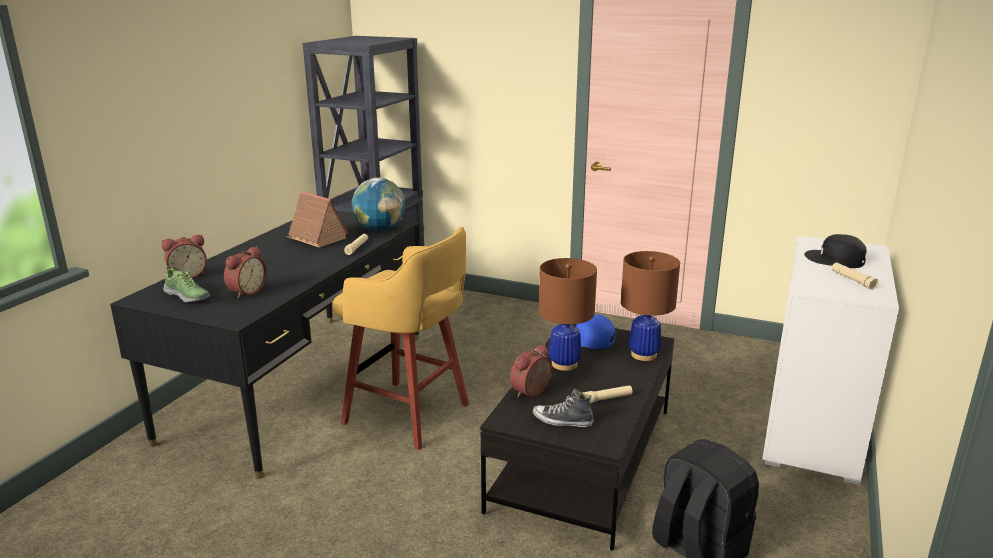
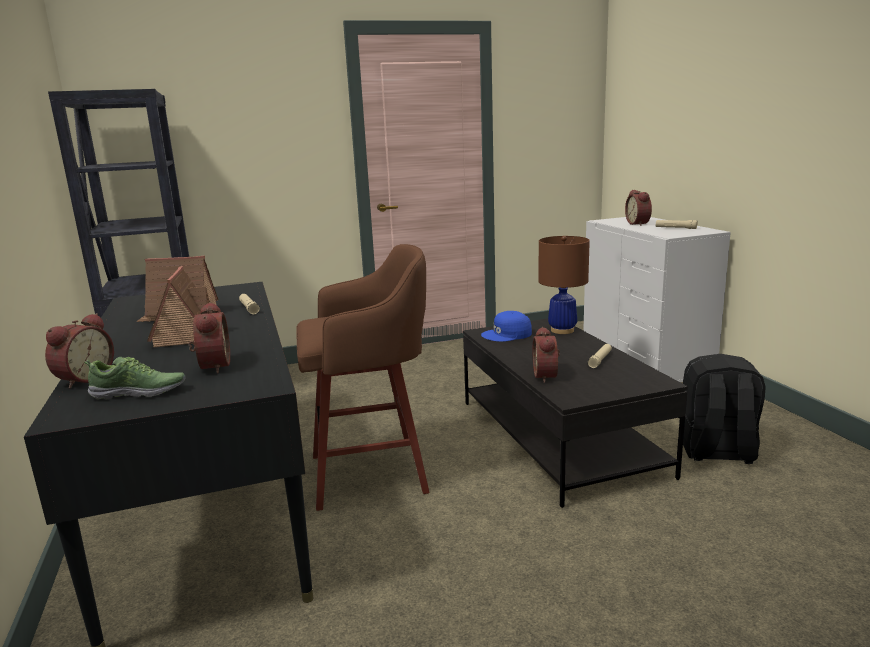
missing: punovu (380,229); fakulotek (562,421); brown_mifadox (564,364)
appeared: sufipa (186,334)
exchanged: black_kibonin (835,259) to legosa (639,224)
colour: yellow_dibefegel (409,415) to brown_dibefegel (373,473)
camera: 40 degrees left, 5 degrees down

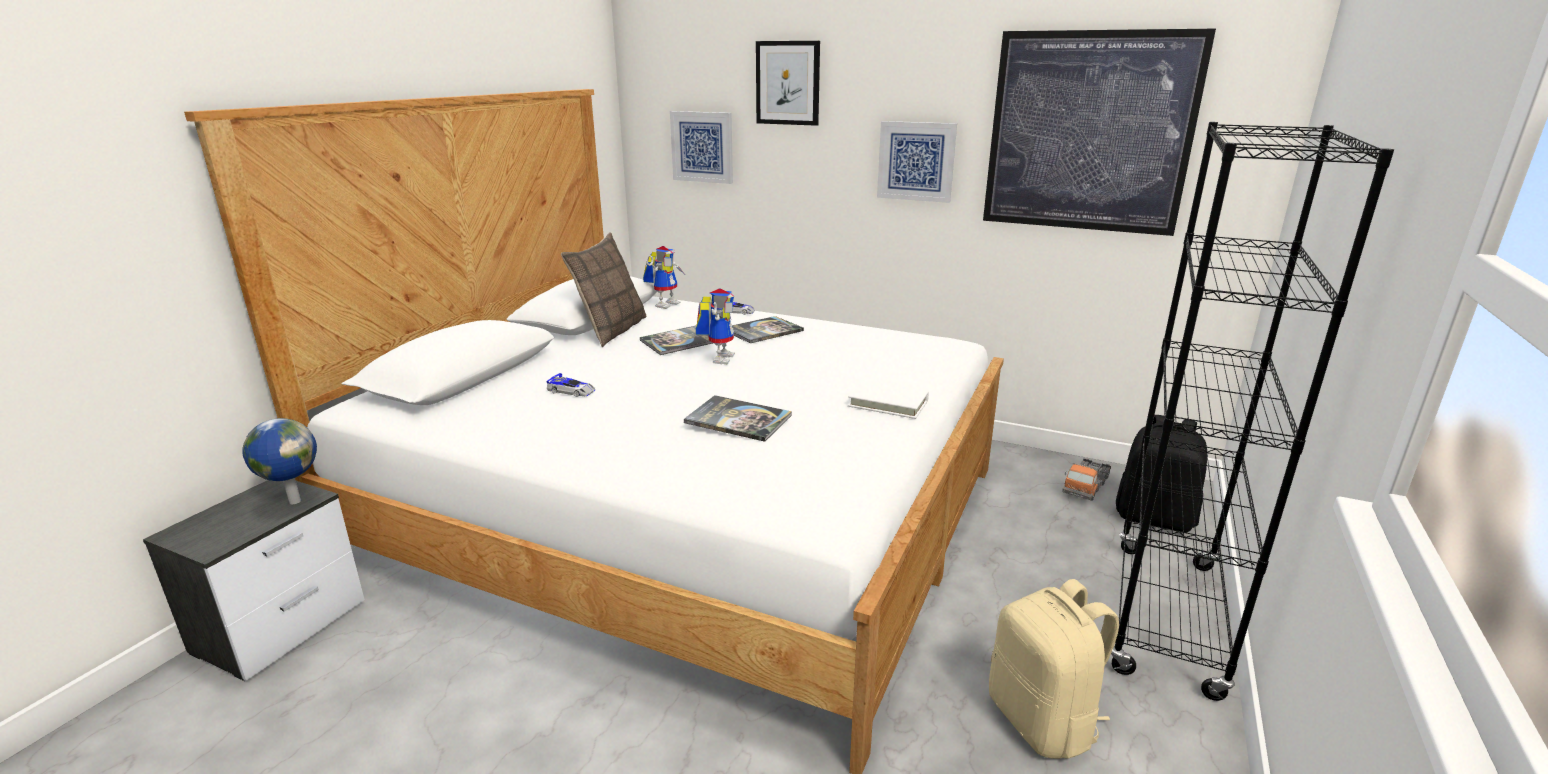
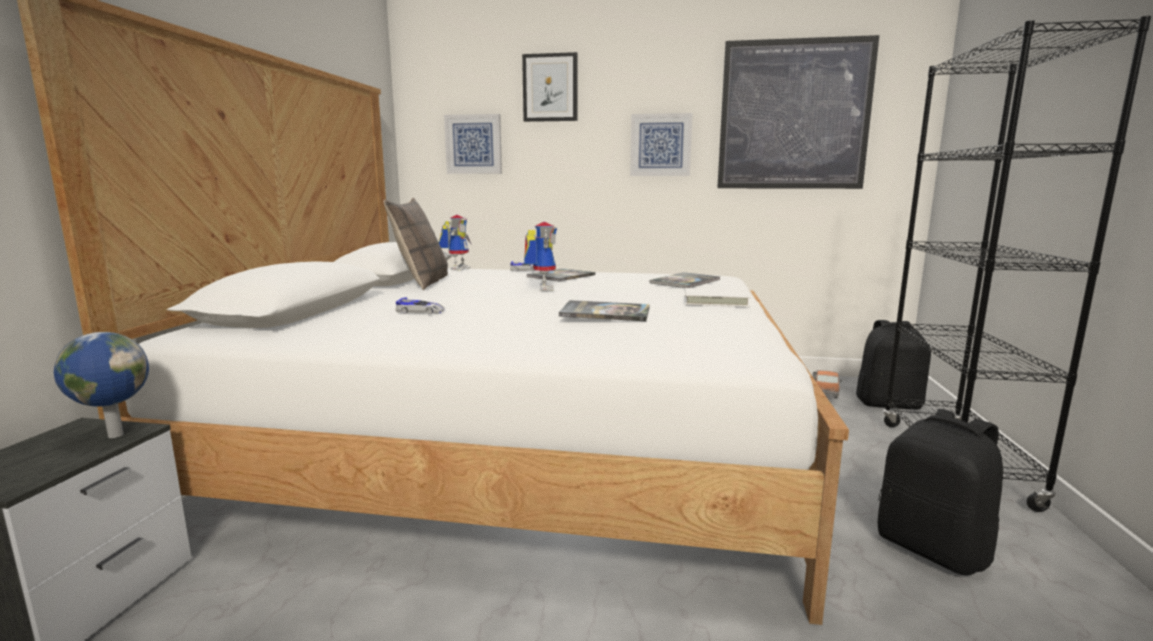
relocated: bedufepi (681,341) to (685,281)
colour: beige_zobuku (1043,721) to black_zobuku (933,549)
camera: 15 degrees left, 10 degrees down

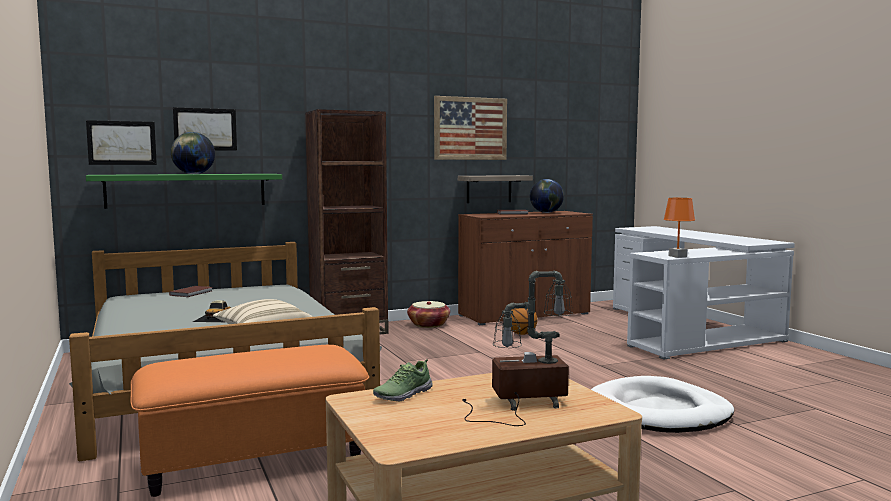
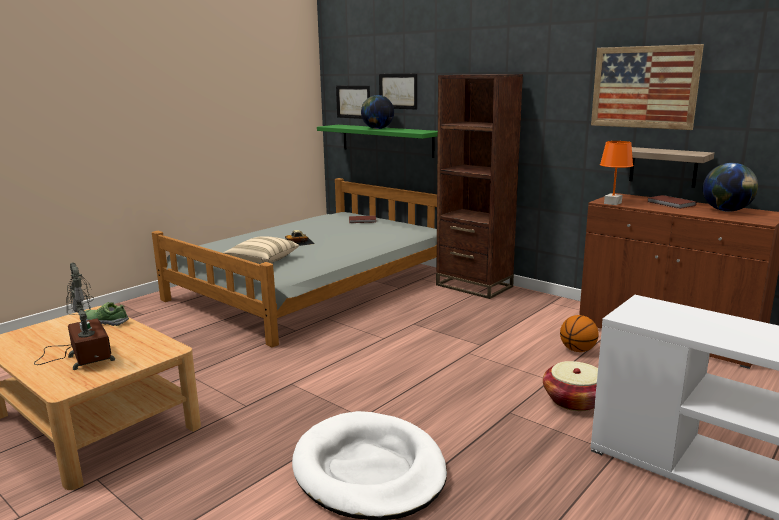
missing: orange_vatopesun (254,459)
relocated: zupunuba (428,324) to (574,400); orange_mifadox (677,256) to (612,203)
camera: 65 degrees right, 10 degrees up

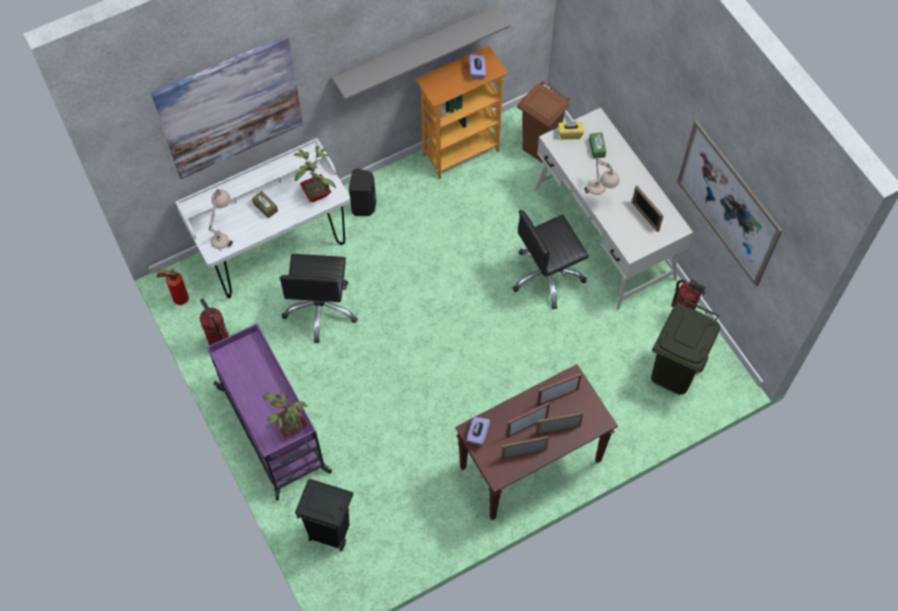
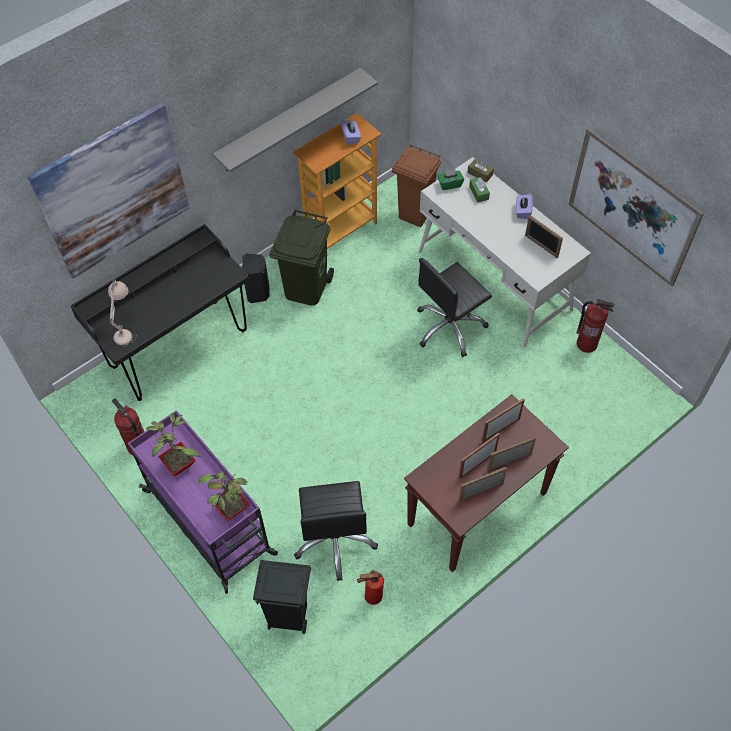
missing: beige_mifadox (599,195)
relocated: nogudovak (317,193) to (180,464); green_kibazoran (673,371) to (305,287); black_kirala (321,309) to (335,540); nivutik (178,299) to (370,597); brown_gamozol (265,207) to (480,174); purple_gamozol (478,434) to (522,211)
colour: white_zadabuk (275,251) to black_zadabuk (178,349); yellow_gamozol (570,134) to green_gamozol (450,184)
camera: 10 degrees left, 5 degrees down

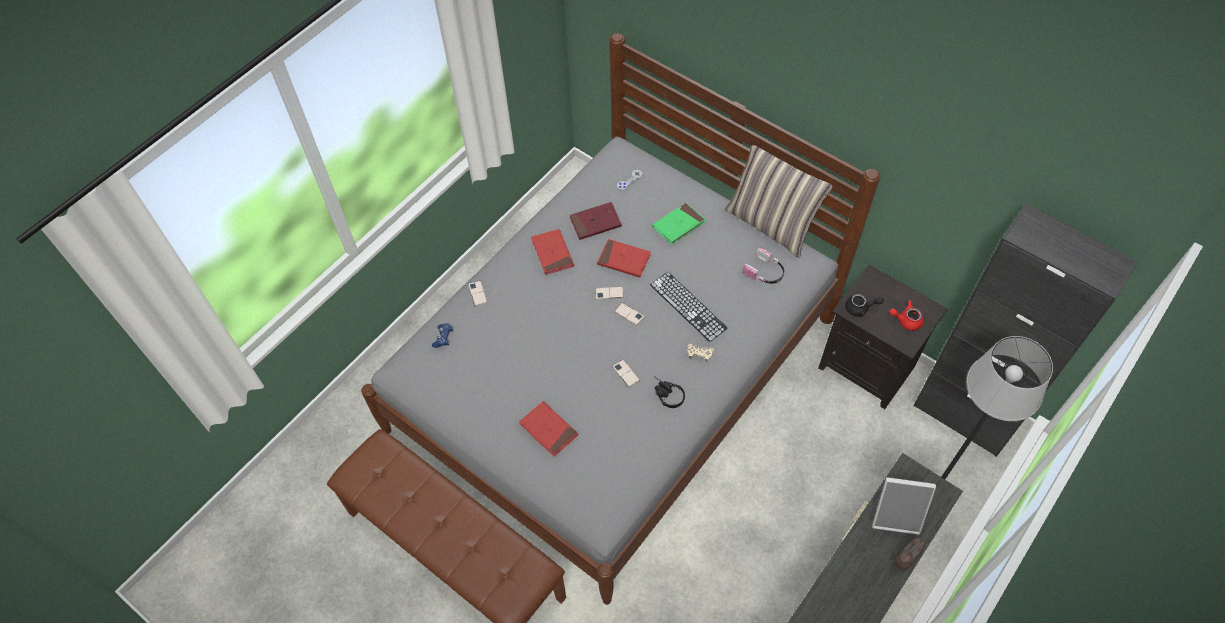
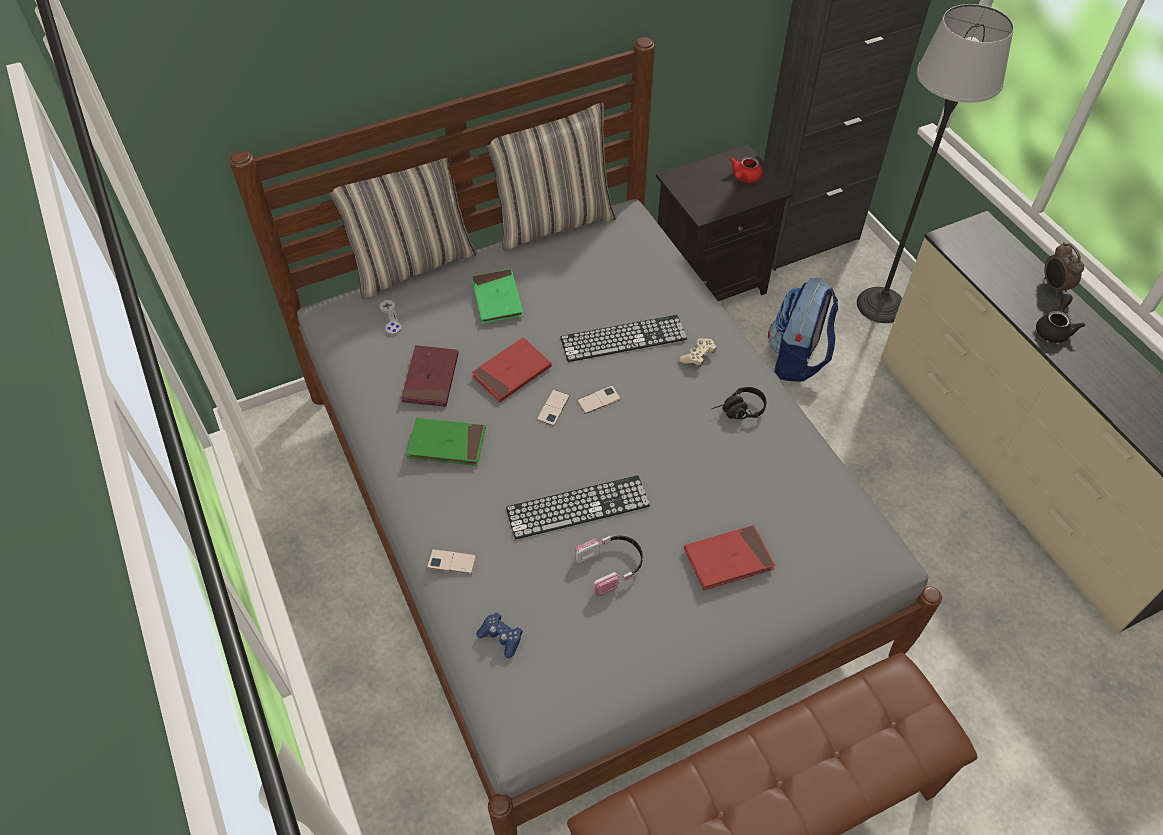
missing: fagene (625,373); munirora (896,515)
appeared: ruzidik (412,263); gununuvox (578,507); zobuku (797,359)
relocated: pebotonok (765,272) to (612,566); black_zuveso (860,308) to (1054,328)
colour: red_bedufepi (552,253) to green_bedufepi (447,444)
camera: 65 degrees left, 5 degrees down

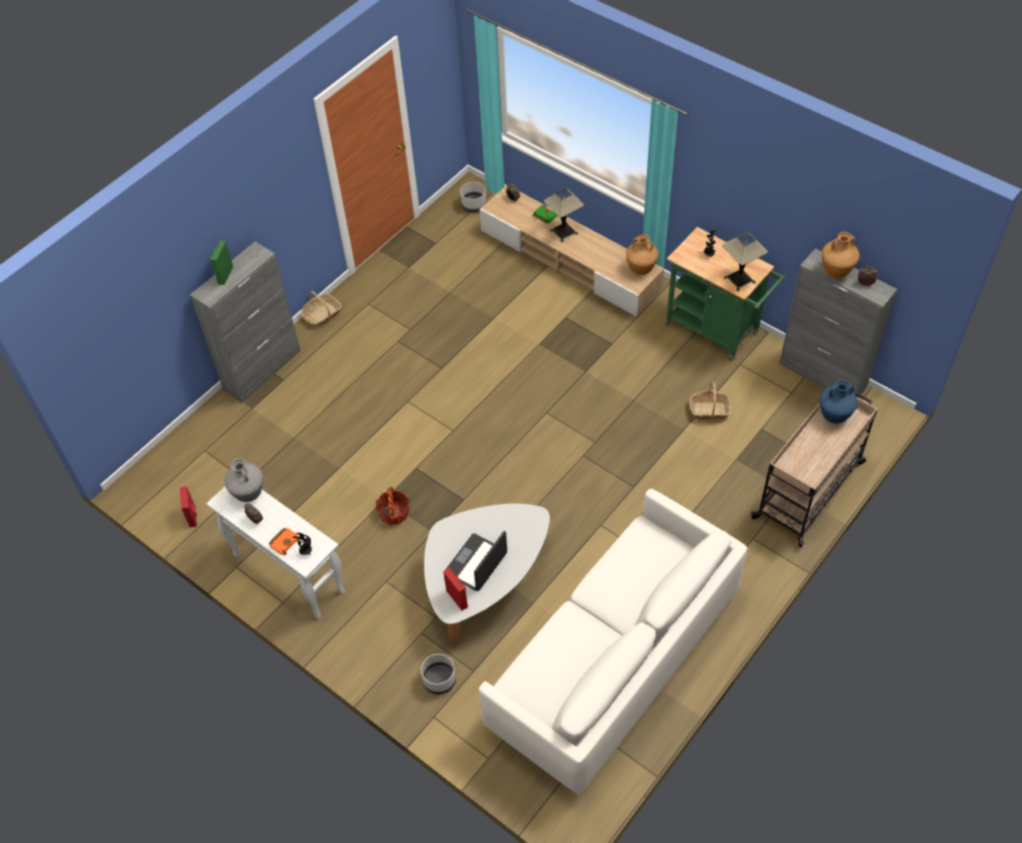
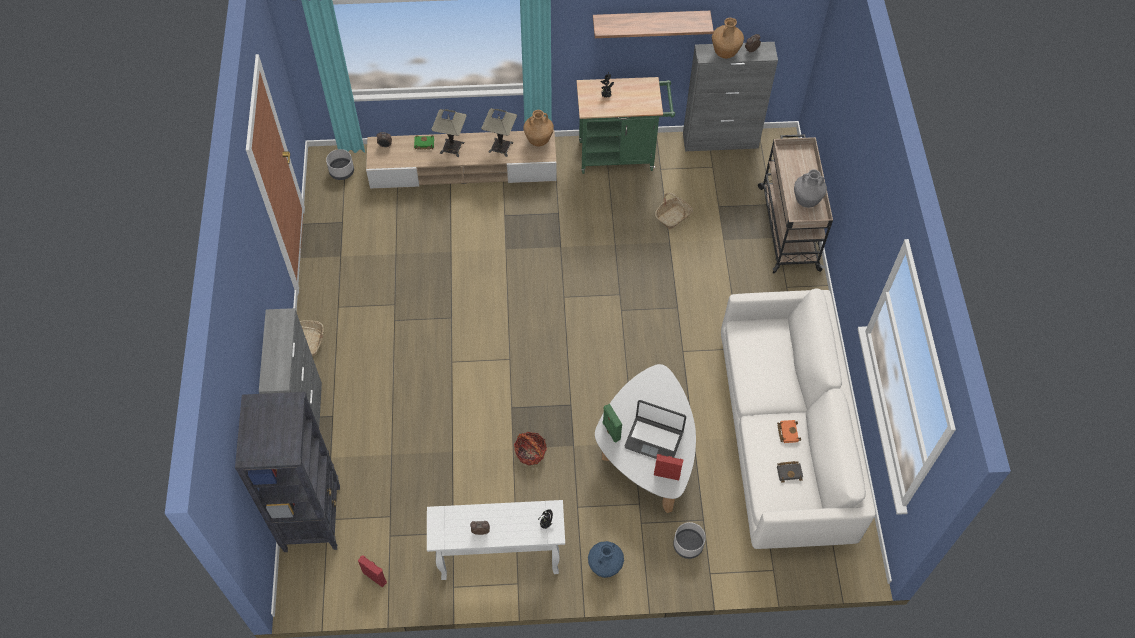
appeared: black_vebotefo (312,518); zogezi (650,22); black_bedufepi (789,472)
relocated: mifadox (739,279) to (500,147); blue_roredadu (834,416) to (605,567); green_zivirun (224,275) to (610,431); orange_bedufepi (284,541) to (787,432); grey_roredadu (249,493) to (806,201)
spun: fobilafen (476,563) = (654,439) 60 degrees counterclockwise
camera: 45 degrees left, 5 degrees up

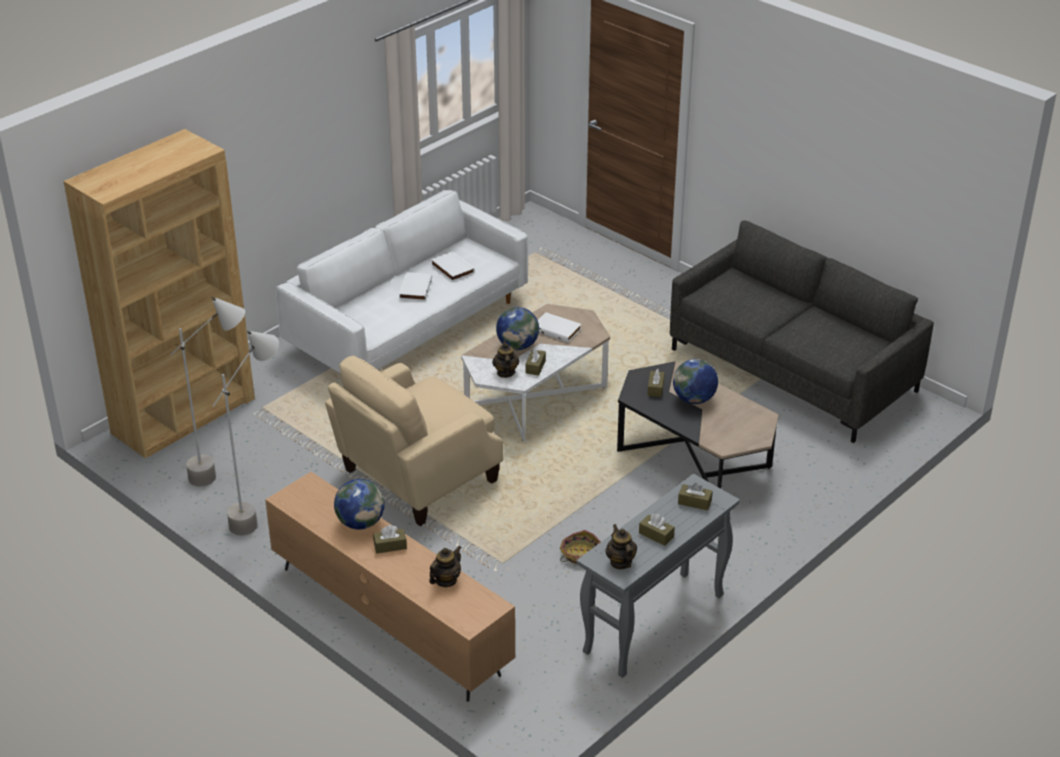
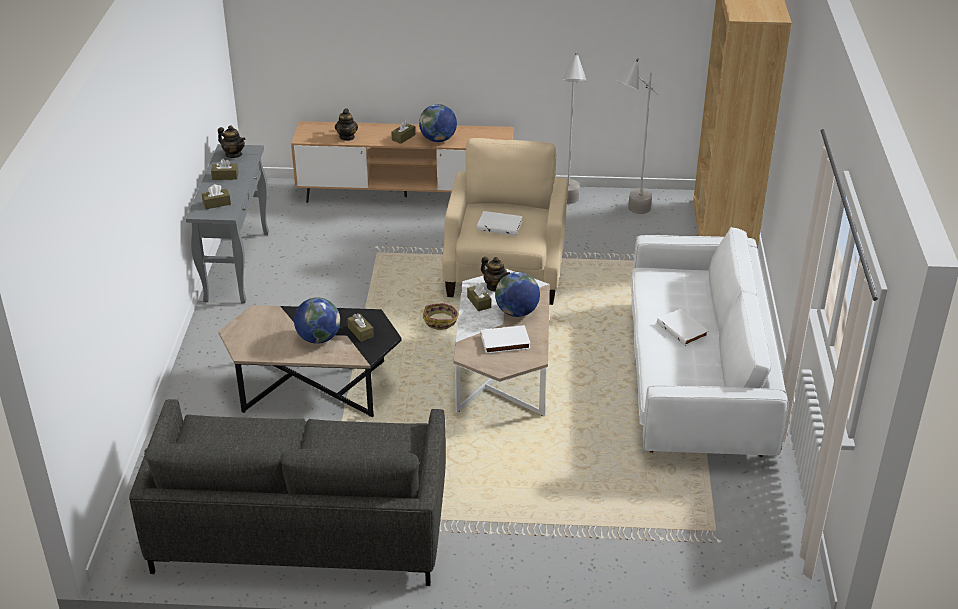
relocated: zupunuba (579,554) to (441,321); white_bedufepi (451,269) to (500,225)
camera: 140 degrees right, 0 degrees up

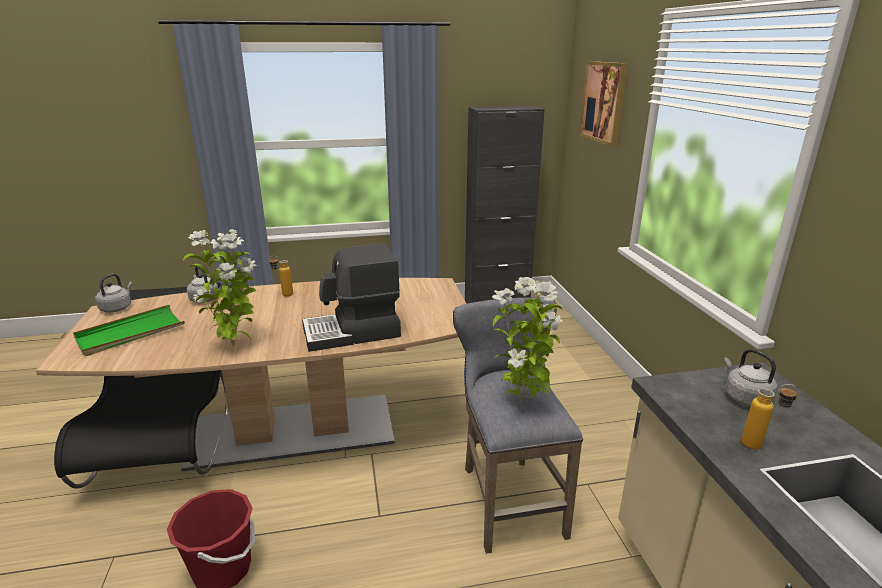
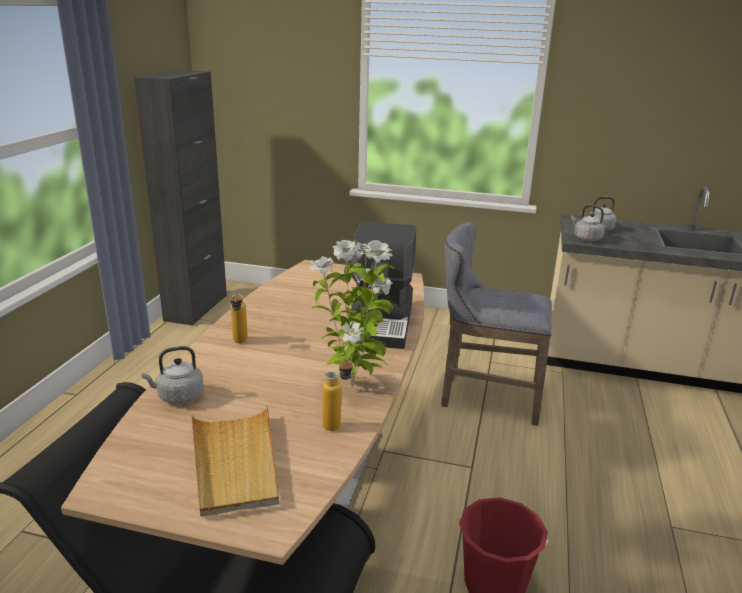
missing: nogudovak (522,403); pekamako (604,102)
relocated: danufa (760,446) to (337,423); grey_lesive (117,308) to (586,238)
colour: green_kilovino (130,333) to beige_kilovino (235,463)
camera: 65 degrees left, 0 degrees up

